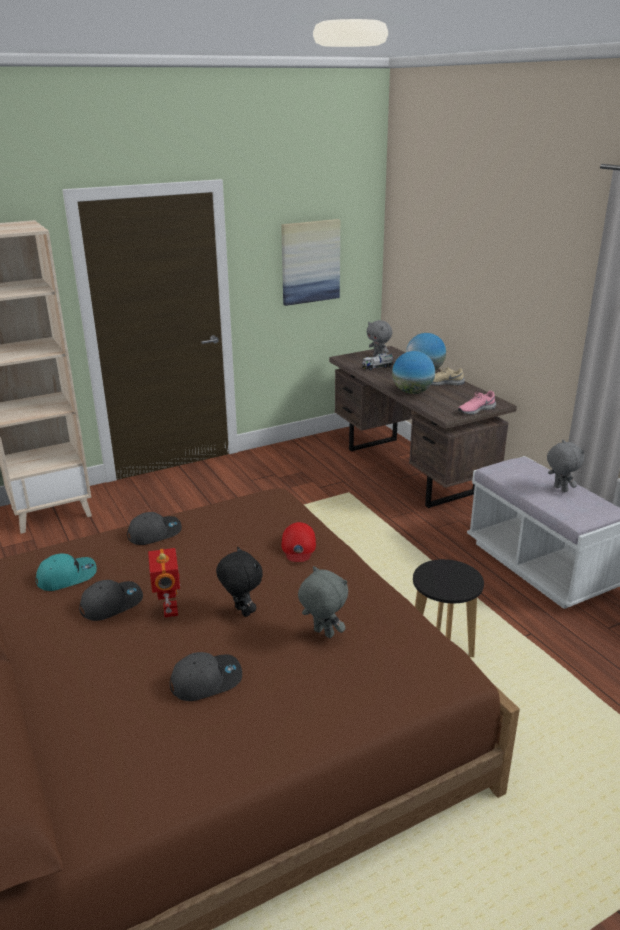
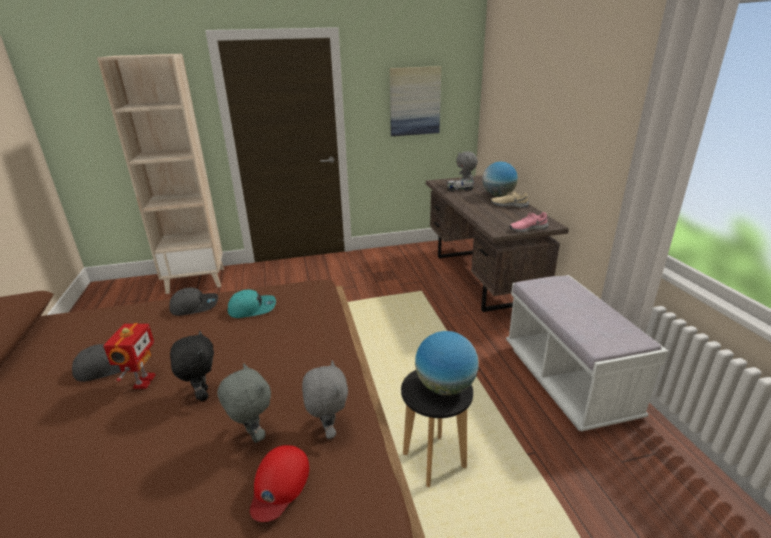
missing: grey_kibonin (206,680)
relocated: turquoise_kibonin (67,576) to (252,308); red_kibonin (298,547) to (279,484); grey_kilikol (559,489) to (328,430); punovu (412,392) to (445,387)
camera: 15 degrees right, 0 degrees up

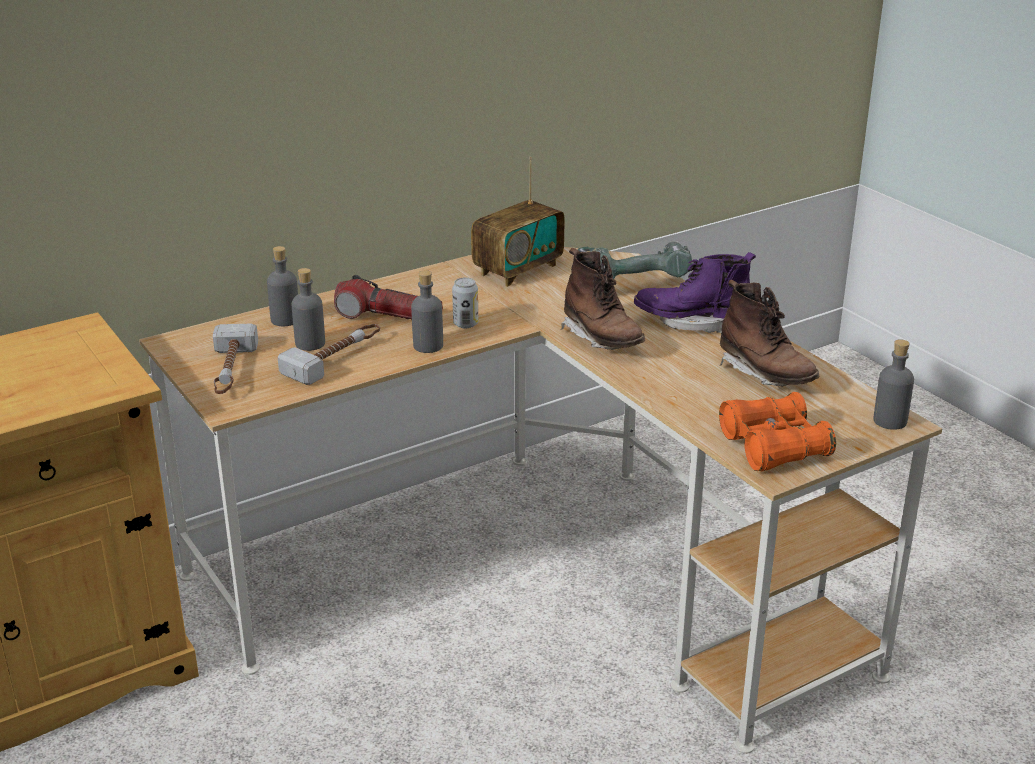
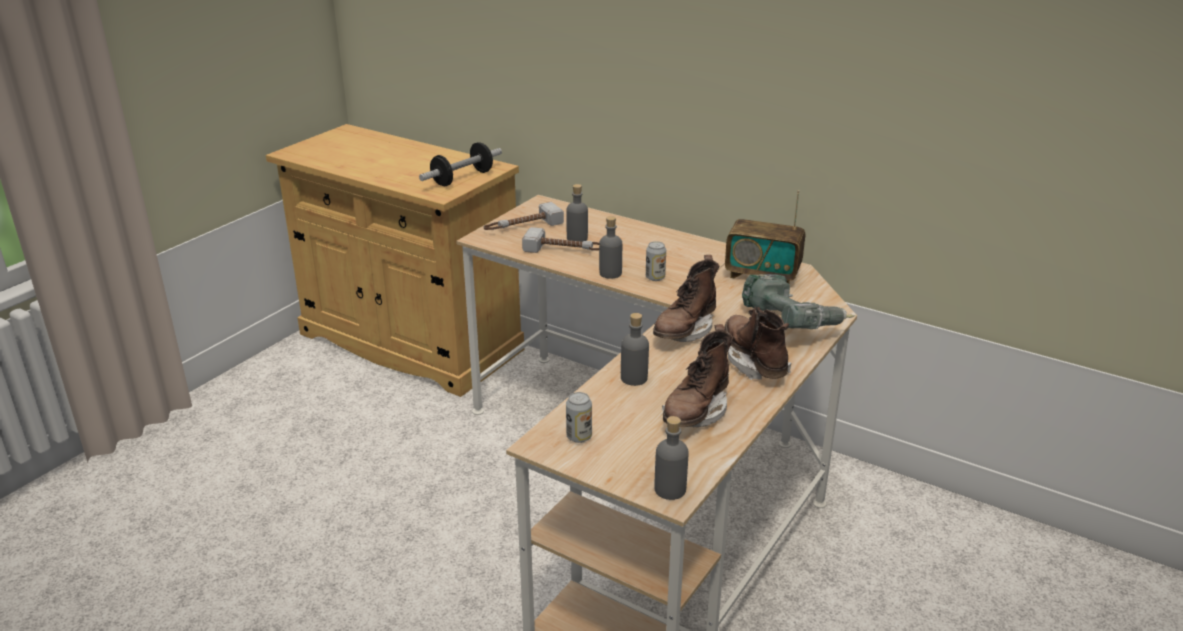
missing: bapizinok (388,317)
appeared: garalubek (462,178)
relocated: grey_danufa (285,320) to (634,378)
exchanged: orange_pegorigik (773,447) to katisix (579,437)
colour: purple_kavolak (691,322) to brown_kavolak (754,362)
camera: 65 degrees right, 0 degrees up

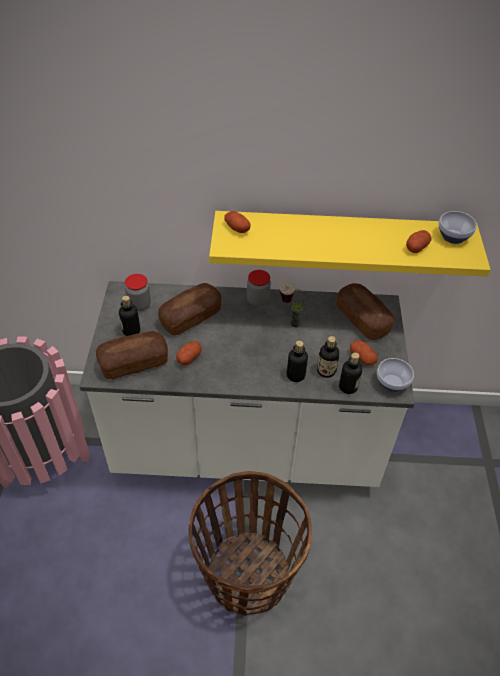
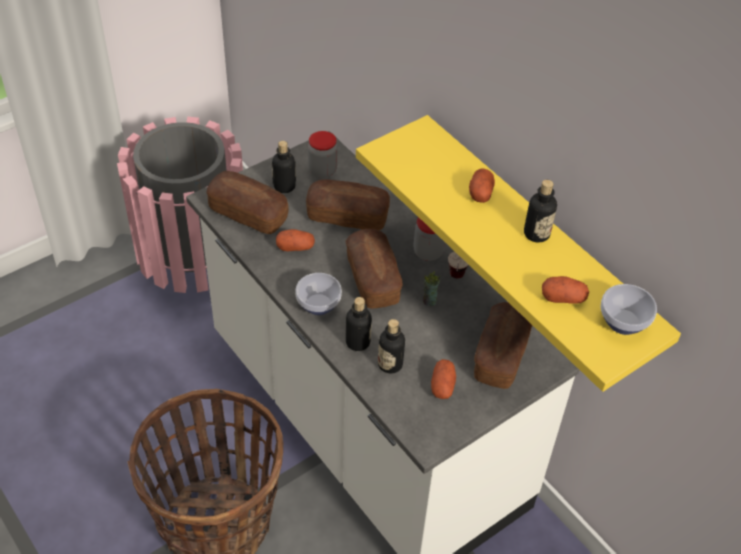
appeared: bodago (372,279)
relocated: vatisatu (393,384) to (318,306); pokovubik (237,228) to (480,192); danufa (348,387) to (536,233)
camera: 50 degrees right, 0 degrees up

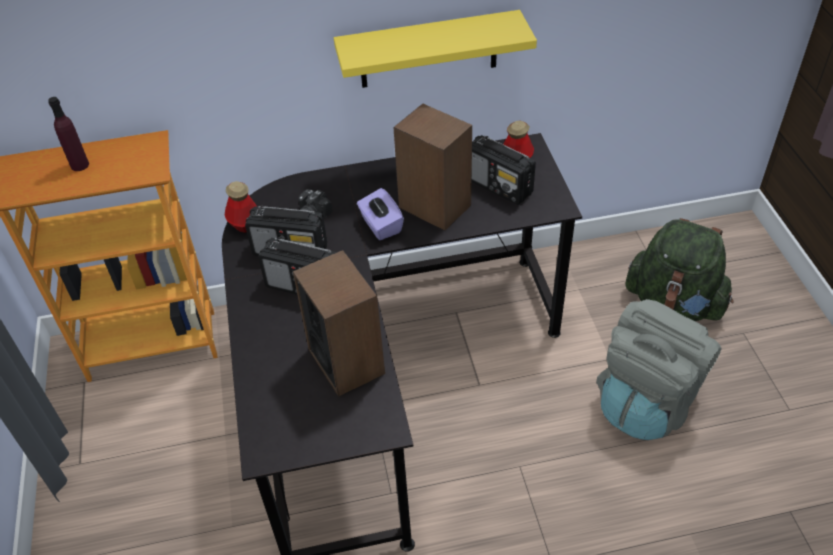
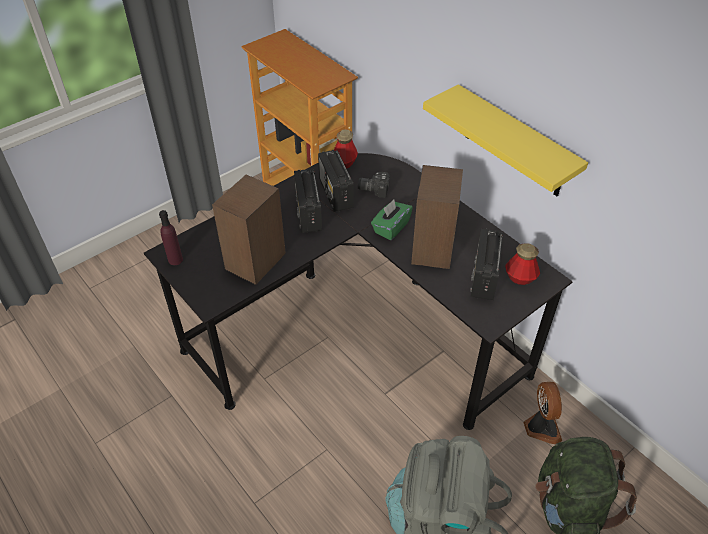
appeared: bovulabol (541,427)
relocated: purple_danufa (79,165) to (175,260)
colour: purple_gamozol (381,225) to green_gamozol (391,228)
camera: 60 degrees right, 0 degrees up

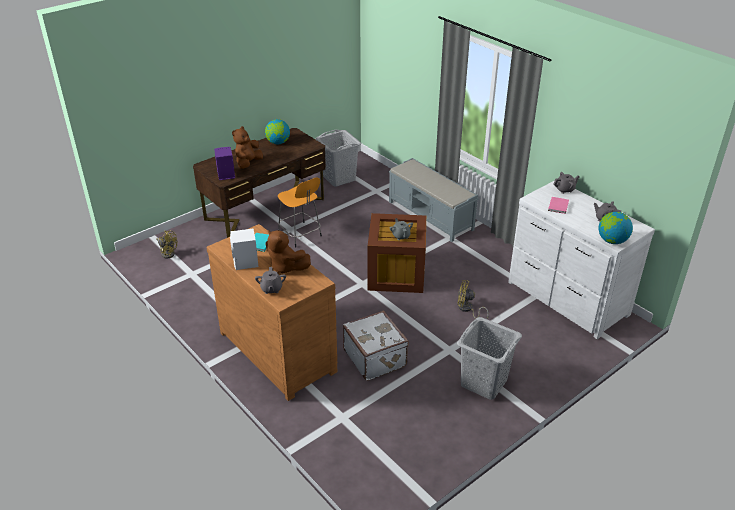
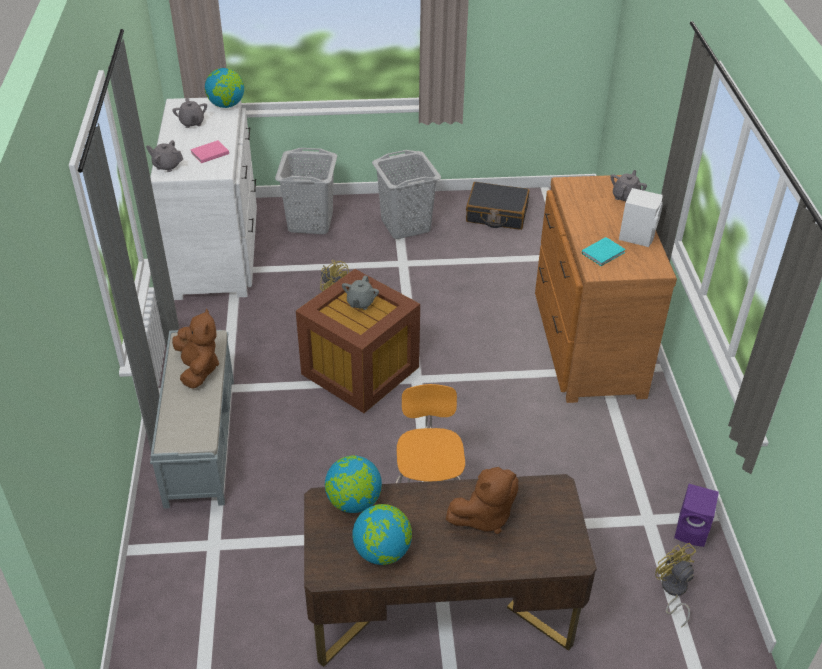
missing: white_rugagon (375,358)
appeared: punovu (353,502); black_rugagon (496,214)
relocated: brown_kilikol (285,267) to (198,369); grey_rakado (339,178) to (310,222); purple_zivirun (225,175) to (692,531)
camera: 145 degrees left, 5 degrees up

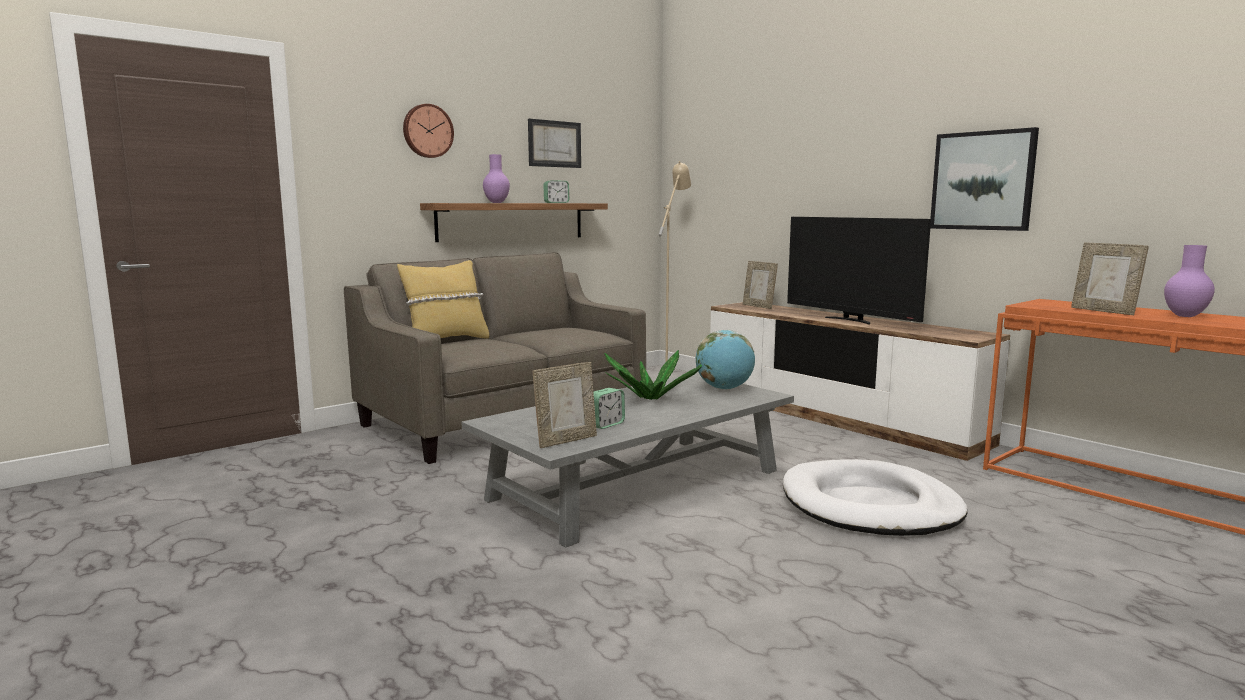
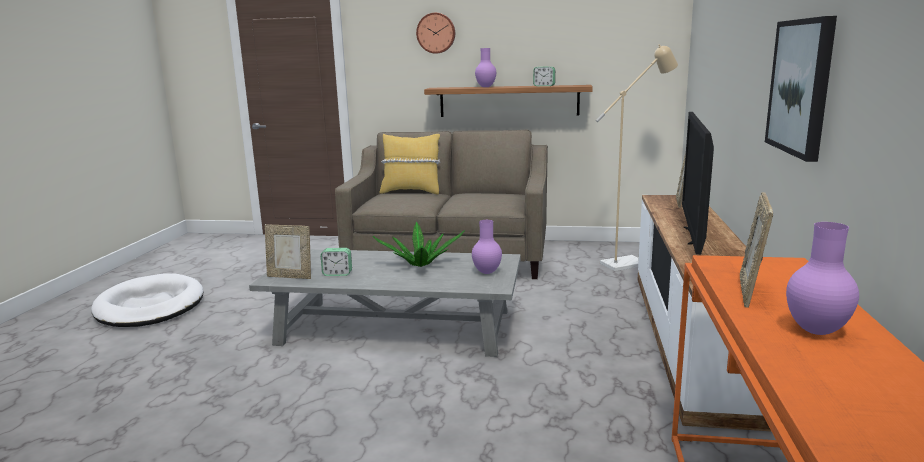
missing: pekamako (554,144)
relocated: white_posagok (870,506) to (150,306)
exchanged: punovu (724,389) to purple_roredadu (486,272)
camera: 50 degrees right, 5 degrees up

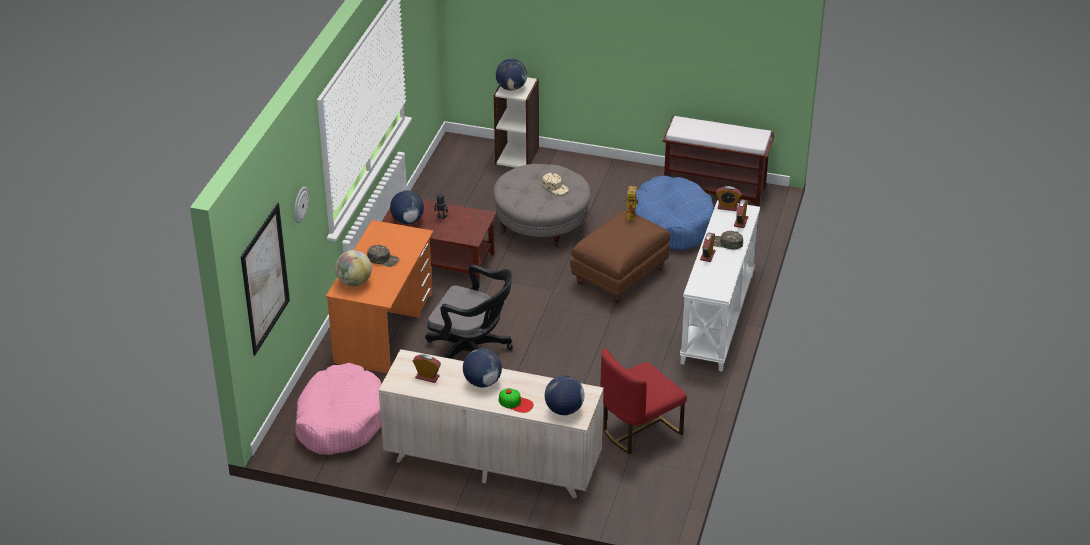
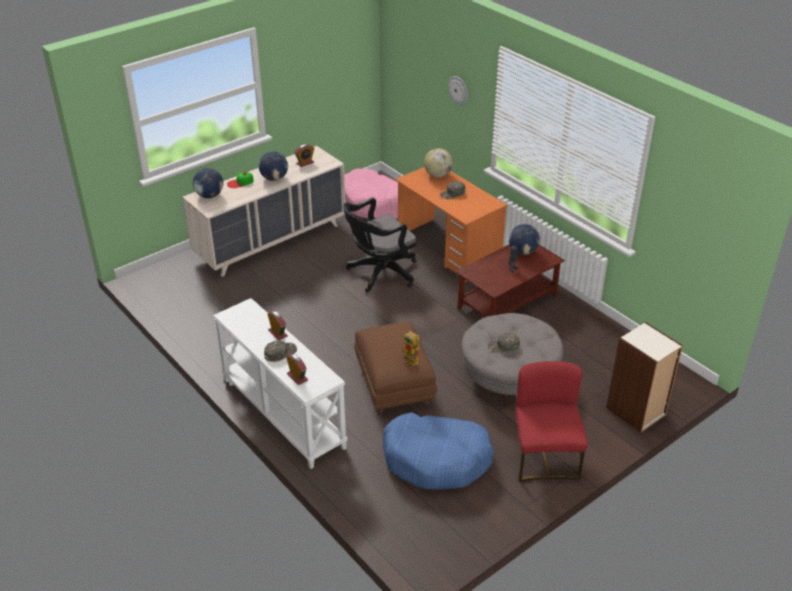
missing: pekamako (265,279); punovu (511,88); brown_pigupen (715,188); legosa (727,207)
relocated: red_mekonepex (639,430) to (544,457)
colour: beige_kibonin (555,187) to green_kibonin (503,346)
camera: 125 degrees right, 0 degrees up

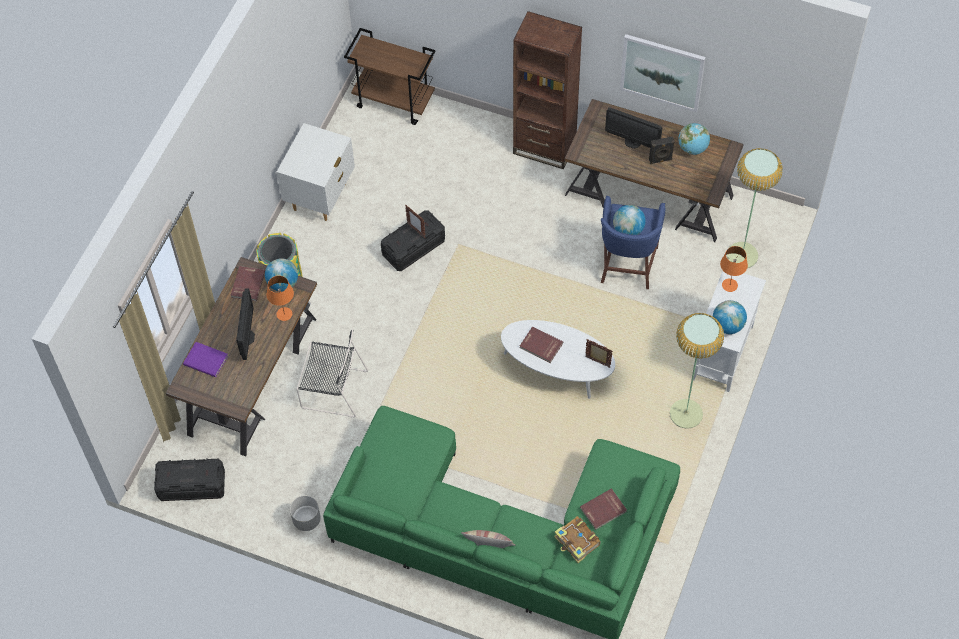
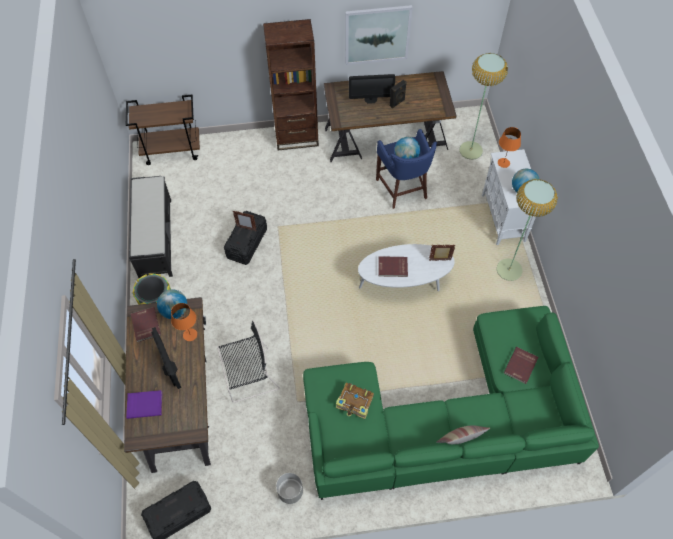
missing: punovu (692,148)
relocated: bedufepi (577,542) to (355,403)
exchanged: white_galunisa (320,197) to black_pigupen (156,238)
camera: 30 degrees left, 0 degrees up

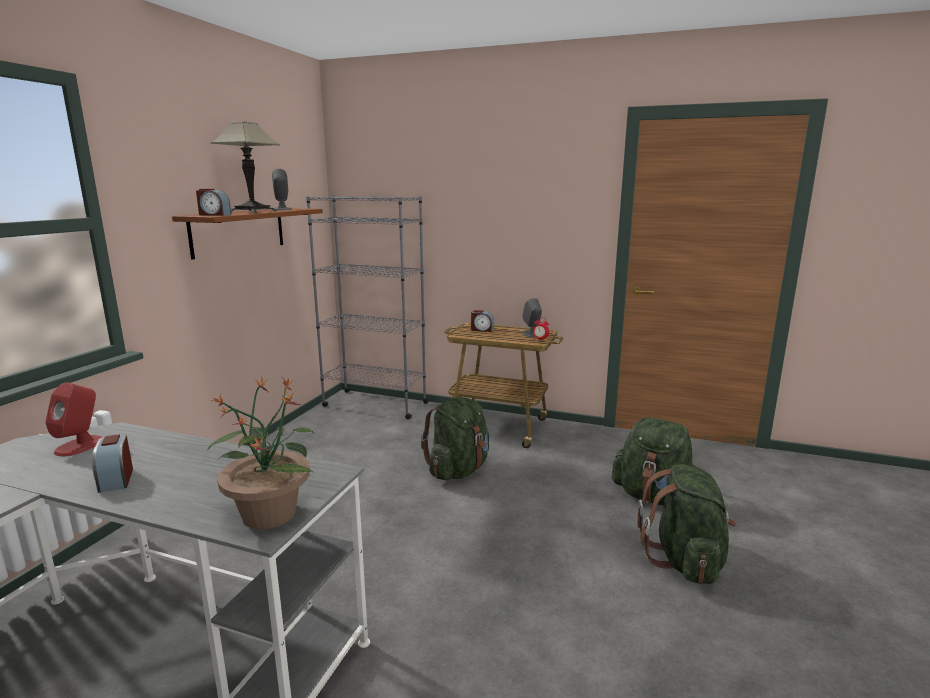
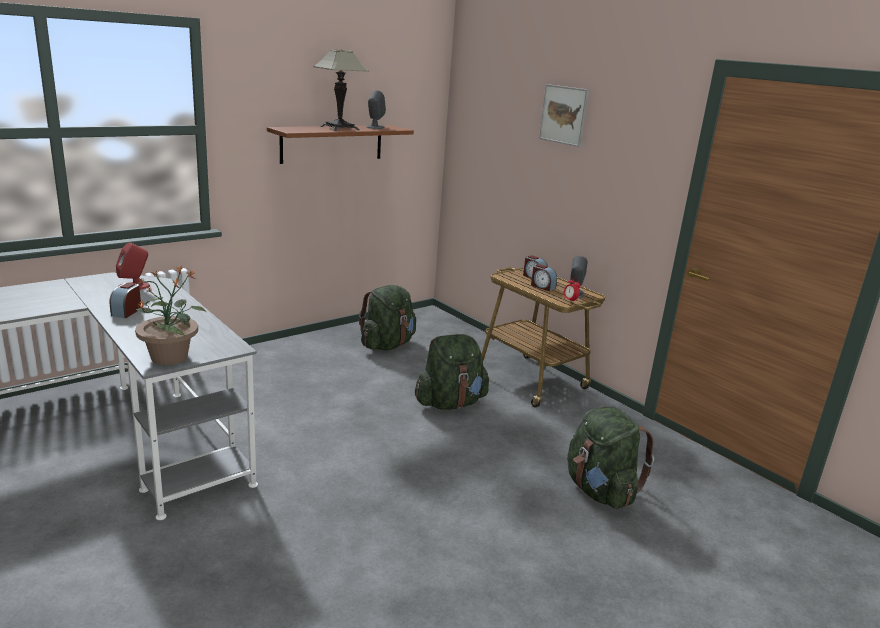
missing: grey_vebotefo (375,404)
appeared: pekamako (563,115)
relocated: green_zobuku (684,560) to (387,345); legosa (214,215) to (542,287)
camera: 30 degrees right, 5 degrees up

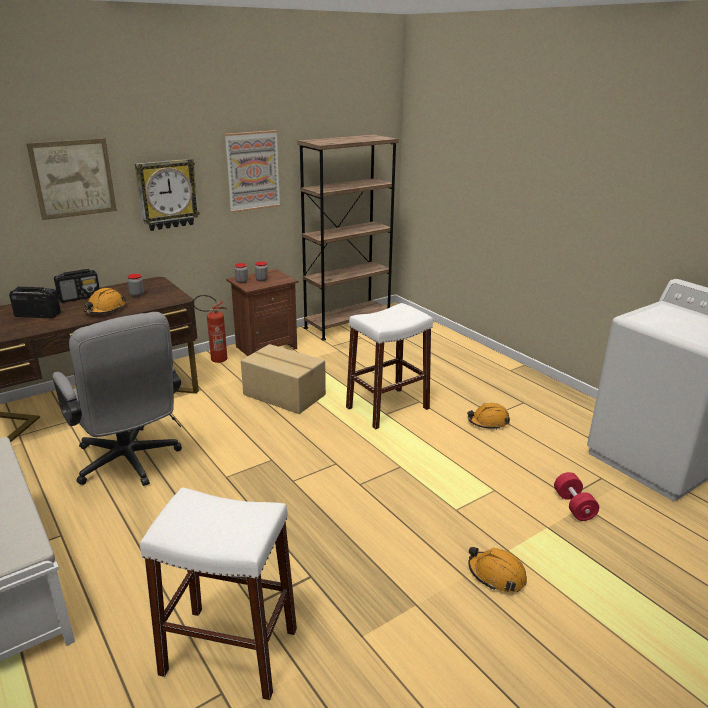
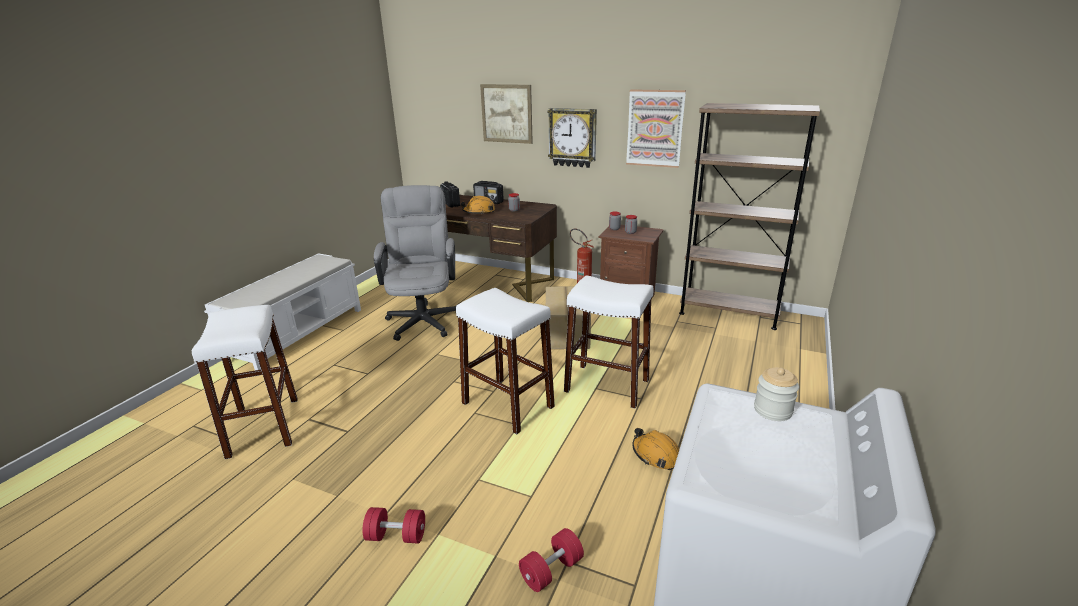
appeared: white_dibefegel (507,405); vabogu (772,410)
exchanged: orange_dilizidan (496,575) to red_garalubek (396,536)
spun: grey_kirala (130,464) = (424,318) 150 degrees clockwise
camera: 60 degrees right, 0 degrees up

